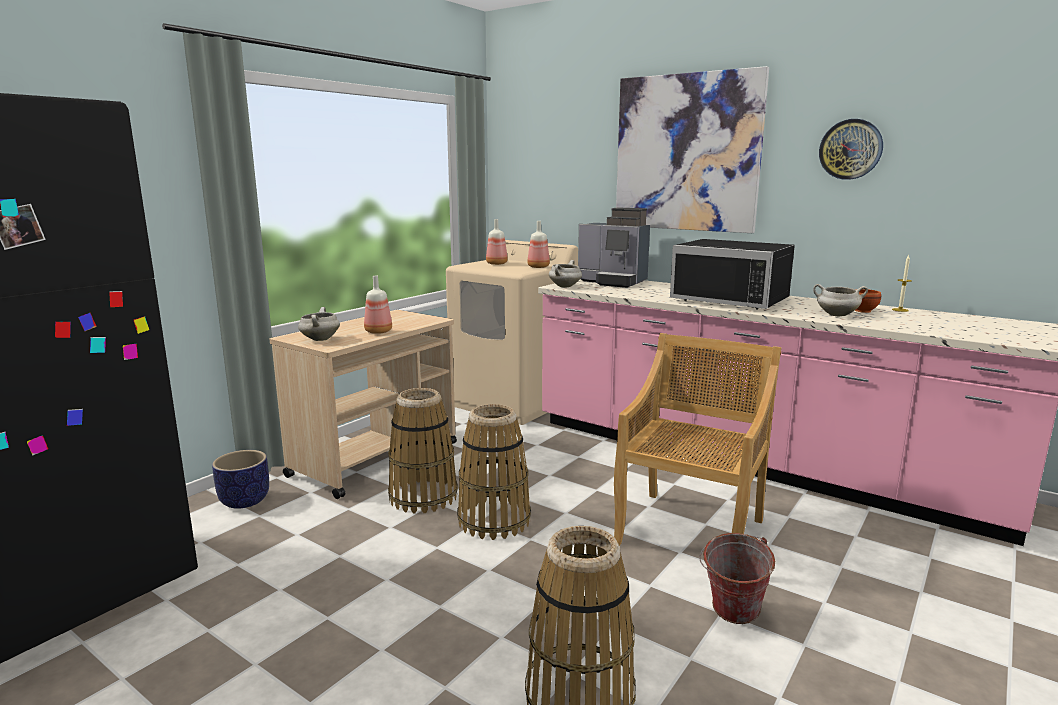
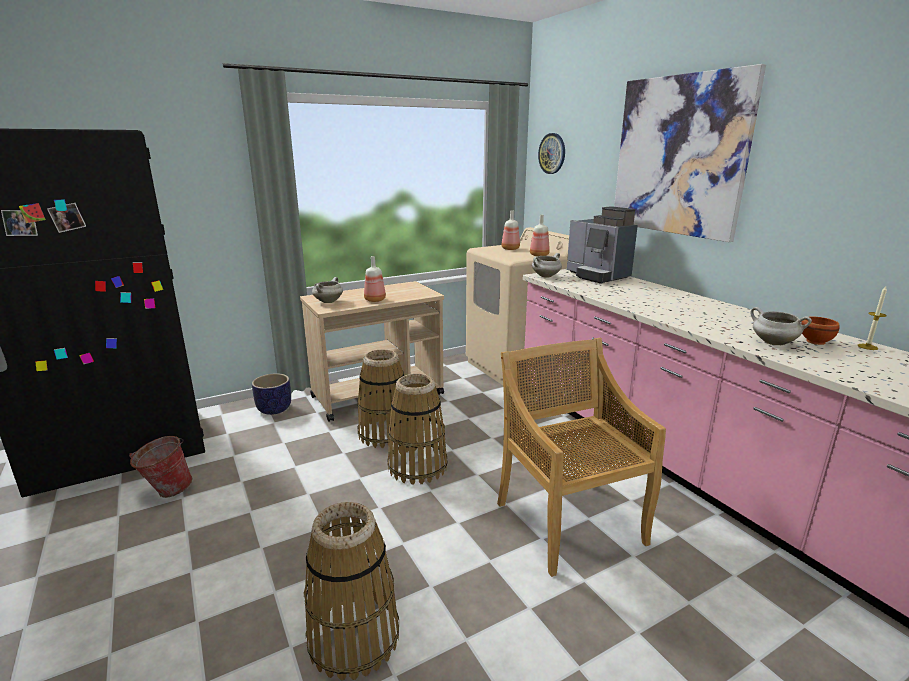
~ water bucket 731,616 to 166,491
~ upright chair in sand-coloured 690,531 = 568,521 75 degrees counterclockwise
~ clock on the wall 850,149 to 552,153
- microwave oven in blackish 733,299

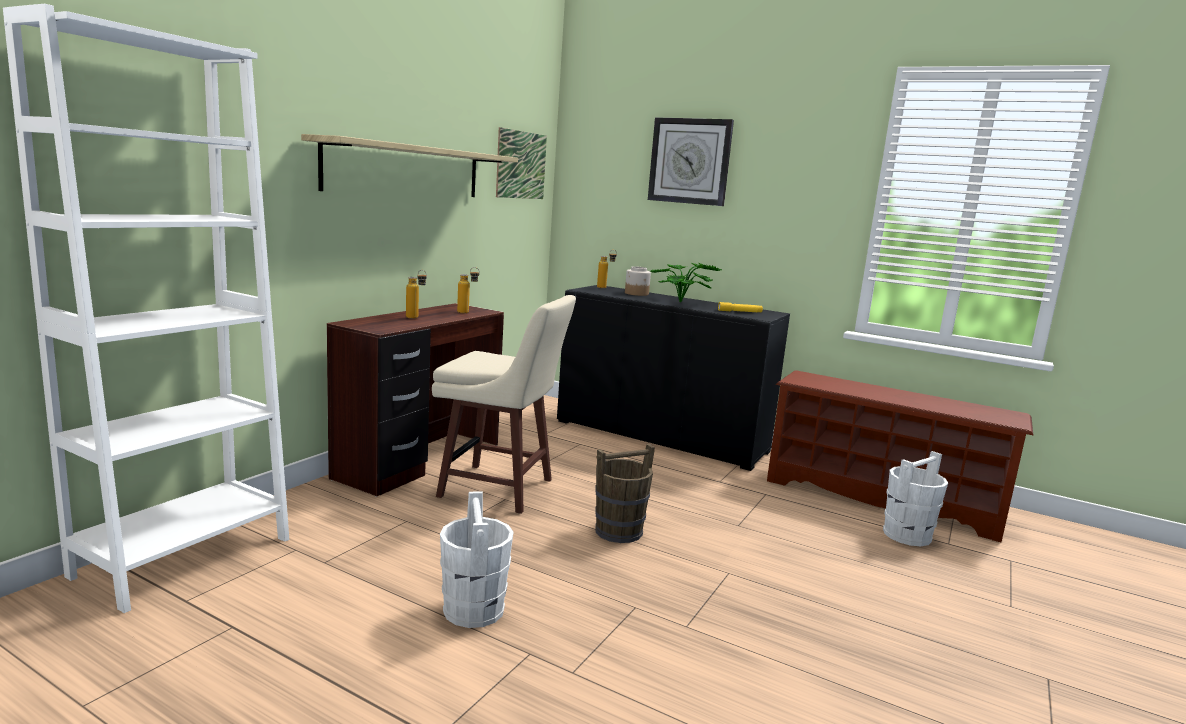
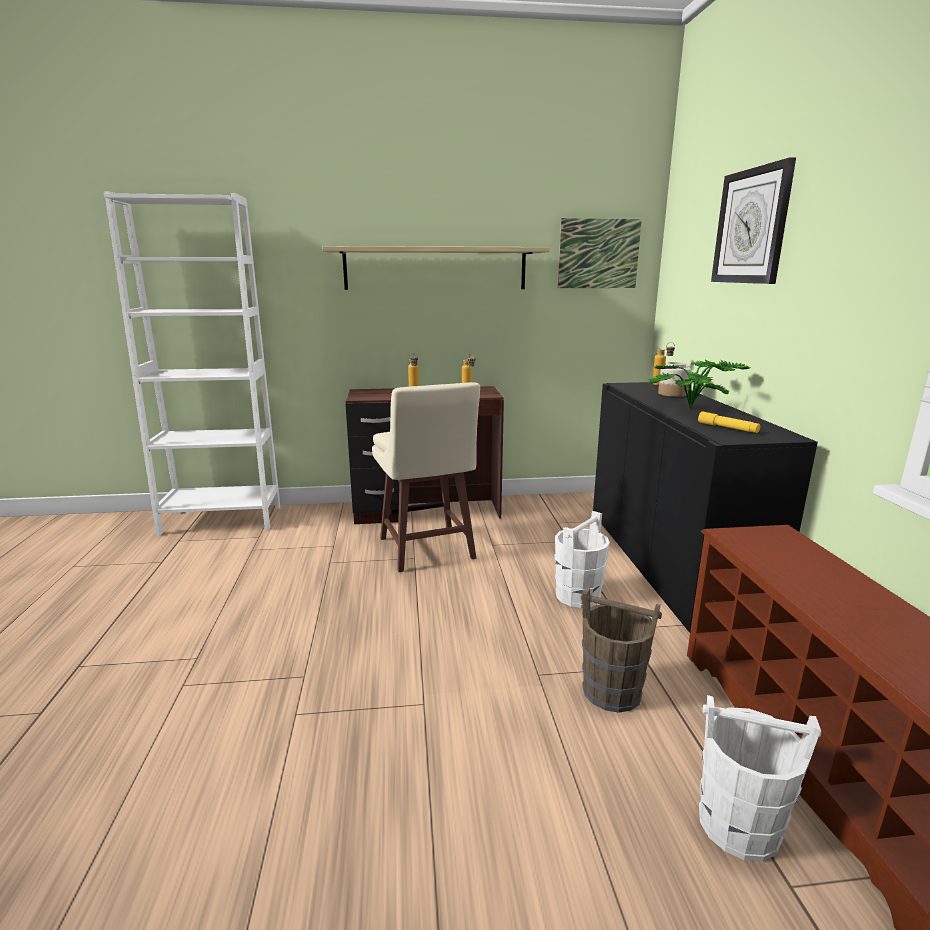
~ water bucket in white-coloured 474,609 to 578,595
~ water bucket in brownish 619,531 to 612,692

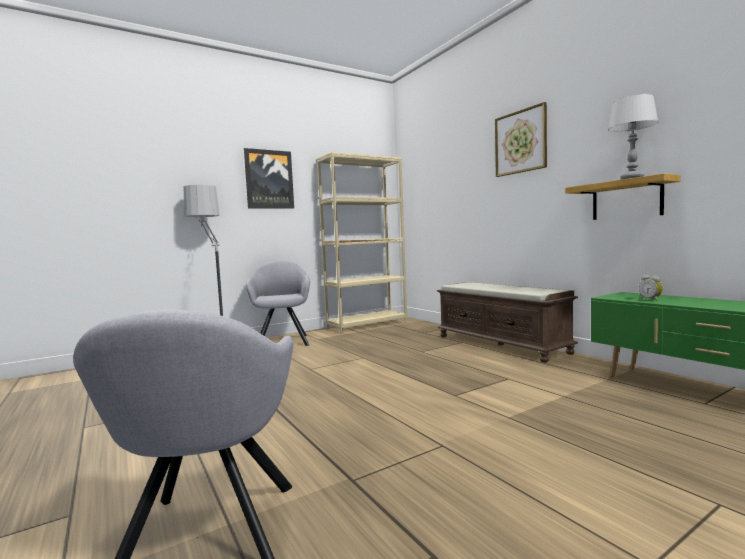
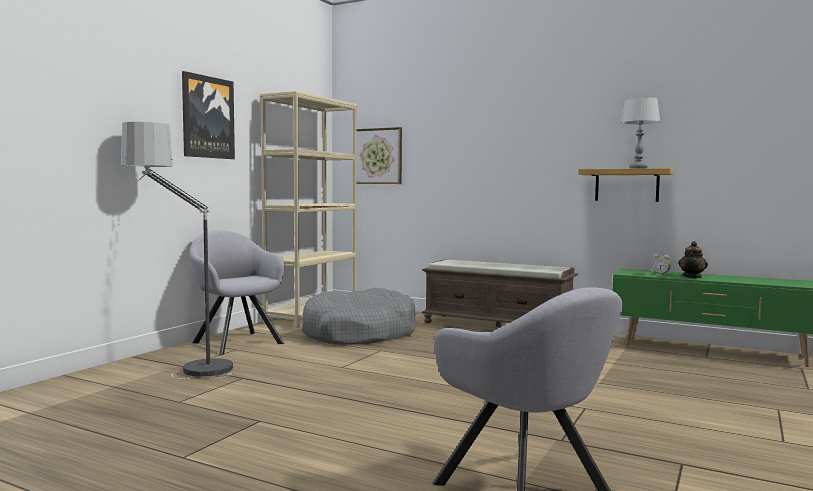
+ dog cushion in grey 359,333
~ picture 520,142 to 377,156
+ teapot 692,277

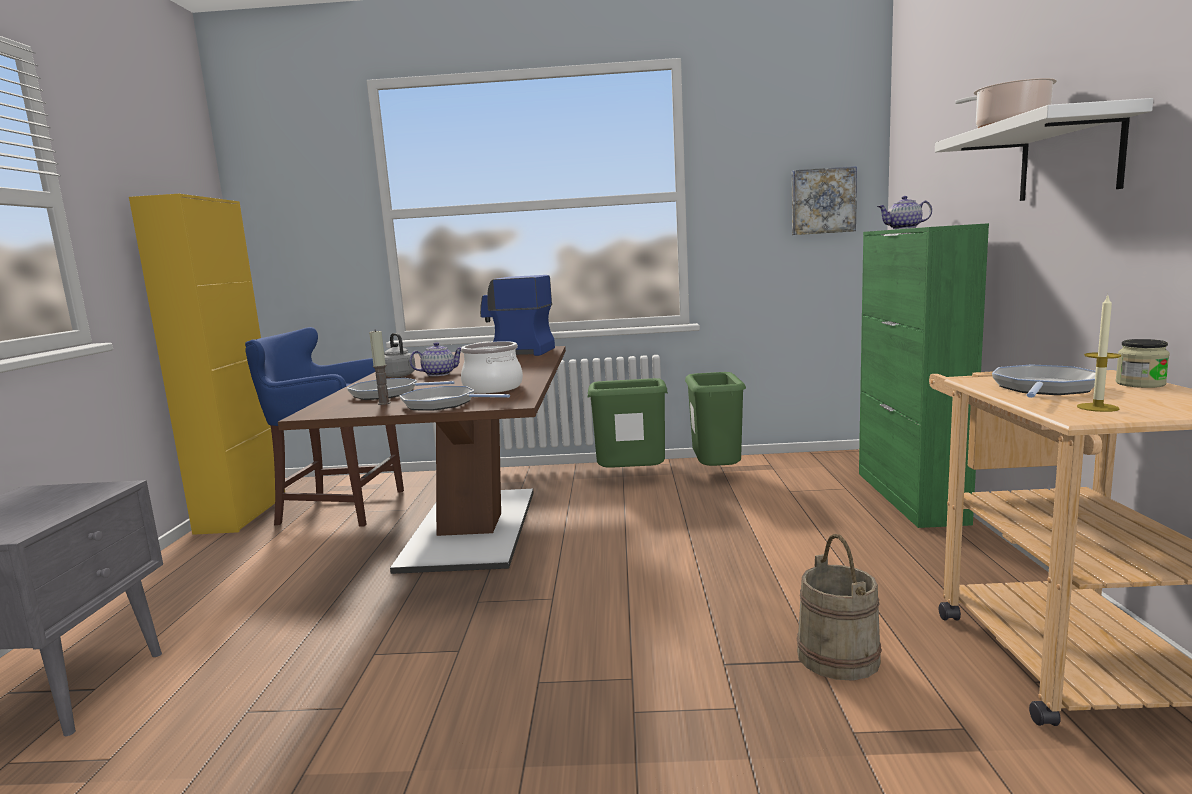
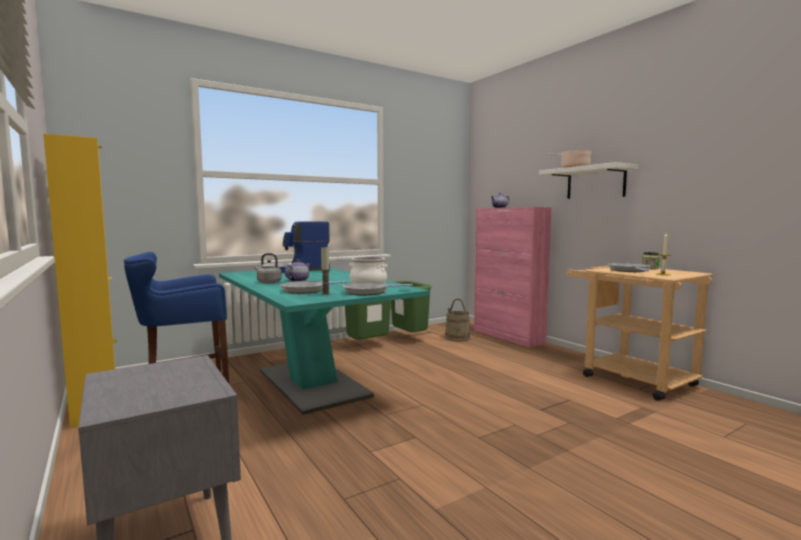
~ kitchen table in brownish 471,528 to kitchen table in turquoise-coloured 312,383
~ water bucket in sand-coloured 838,656 to 457,338
~ cupboard in green 909,497 to cupboard in pink-coloured 508,336
- picture 822,201

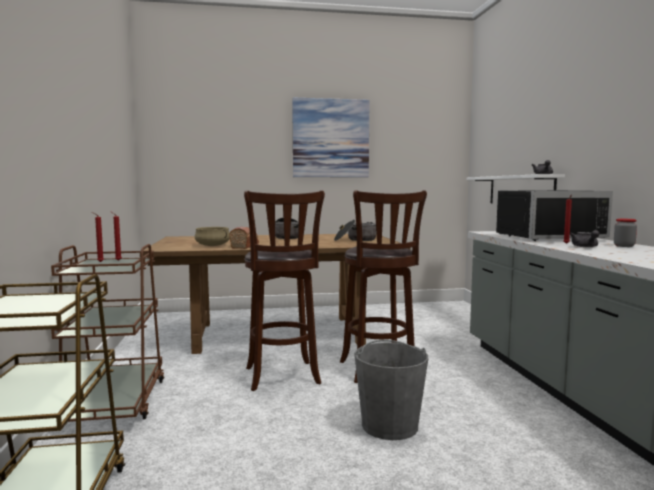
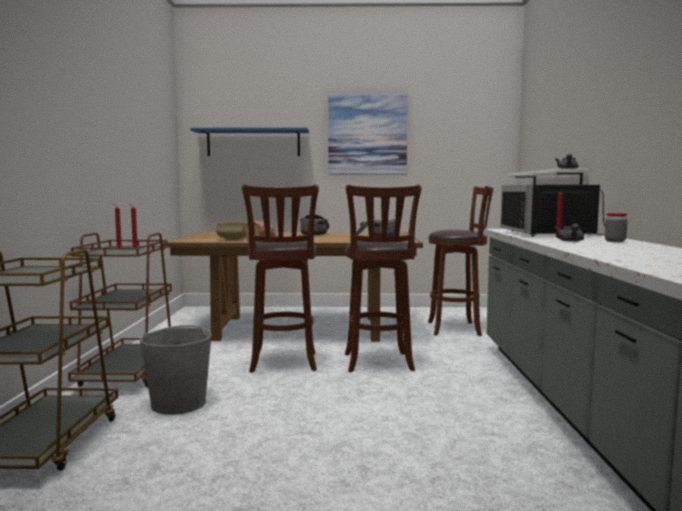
~ water bucket in grey 389,425 to 179,403
+ shelf in bluish 253,143
+ stool in brownish 457,328
~ microwave oven in blackish 545,237 = 552,233 90 degrees clockwise

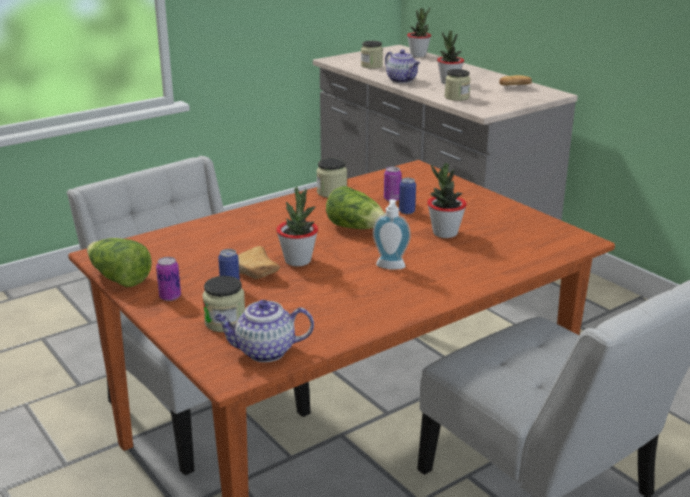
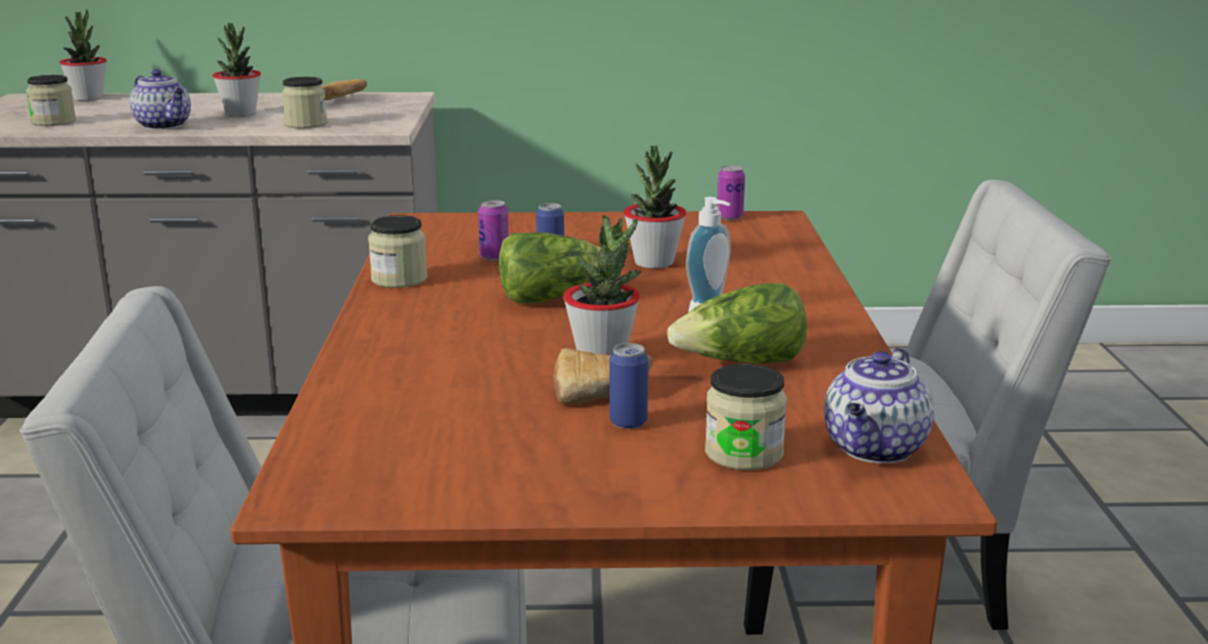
~ teapot 402,80 = 164,126 45 degrees clockwise
~ lettuce head 119,278 to 741,363
~ metal can 170,297 to 729,217

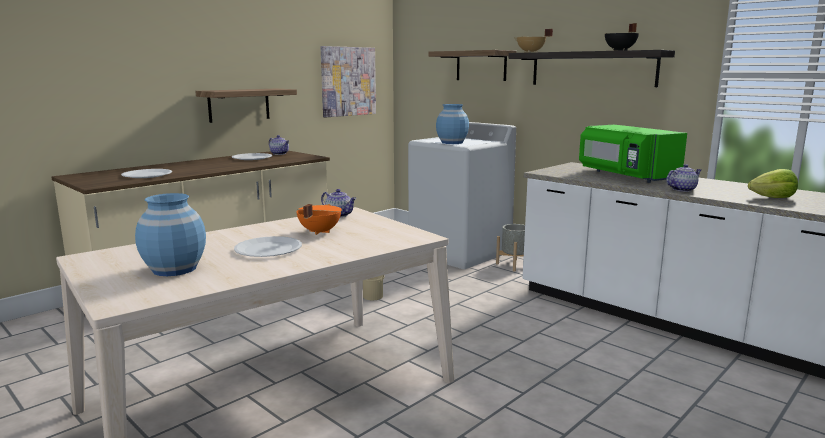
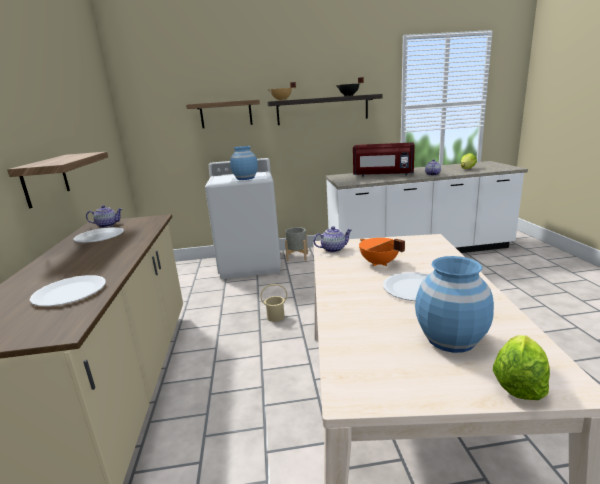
~ microwave oven in green 625,175 to microwave oven in red-coloured 383,175
+ lettuce head 518,383
- picture 348,81

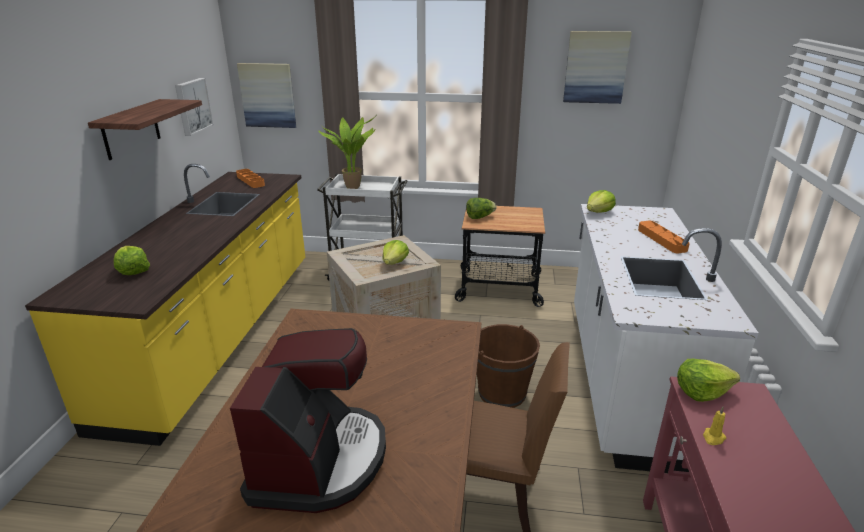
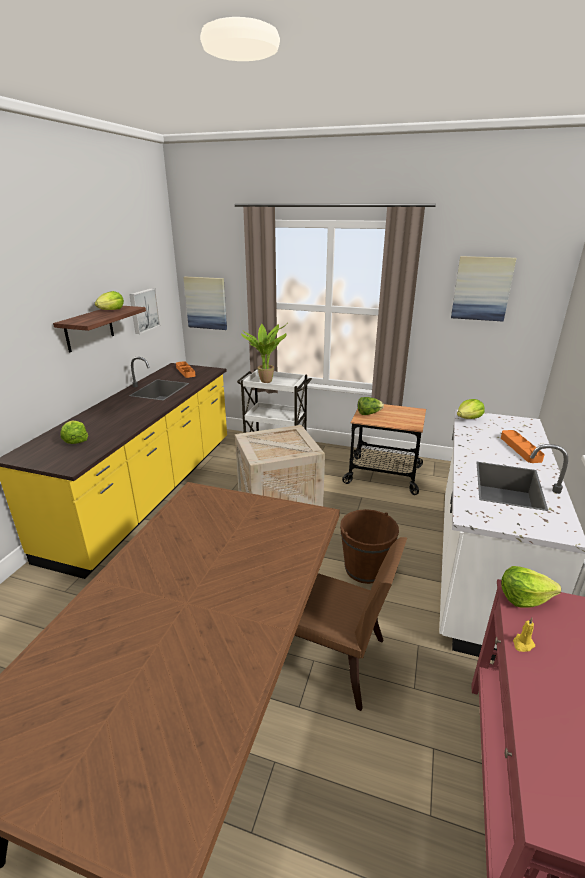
~ lettuce head 394,262 to 111,310
- coffee maker 319,460

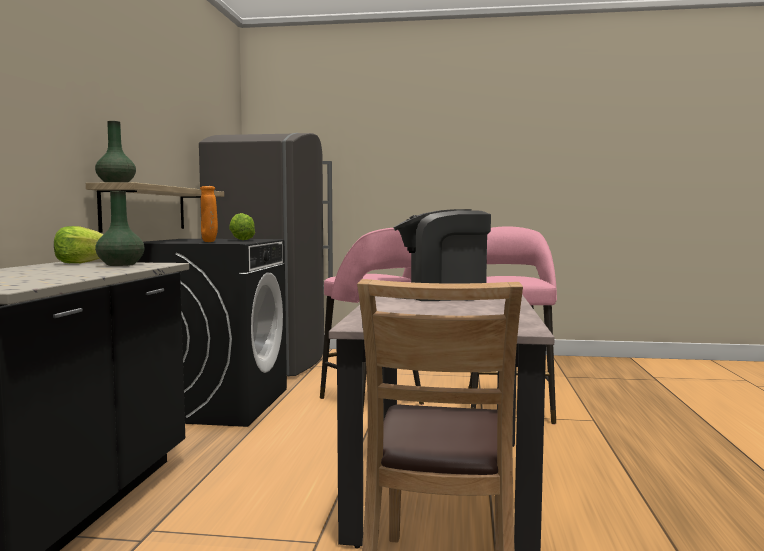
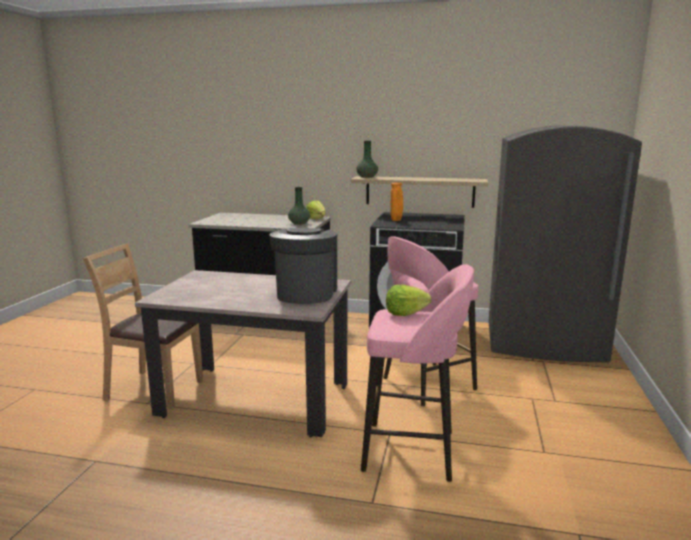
~ lettuce head 241,240 to 405,313

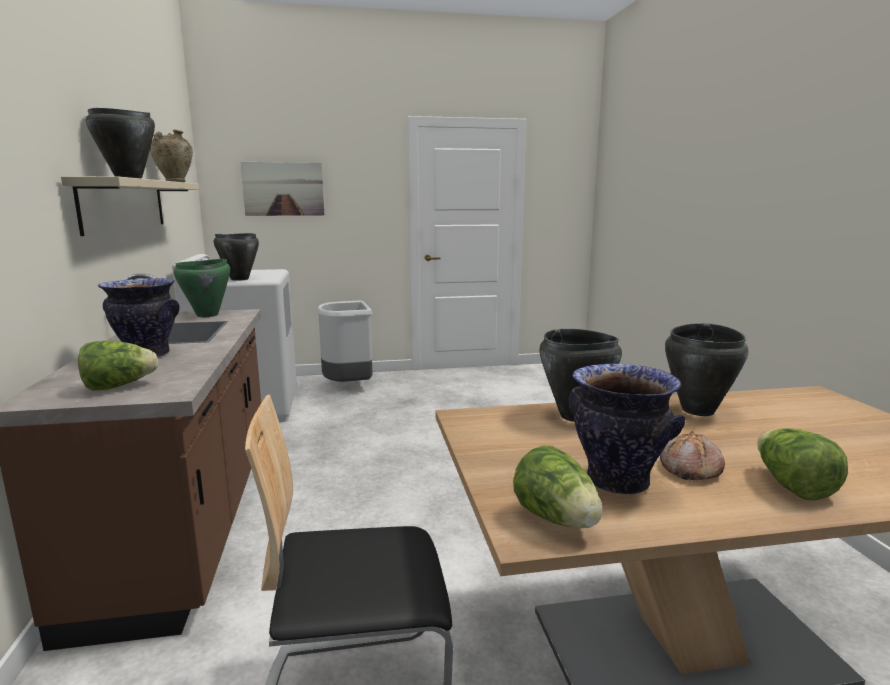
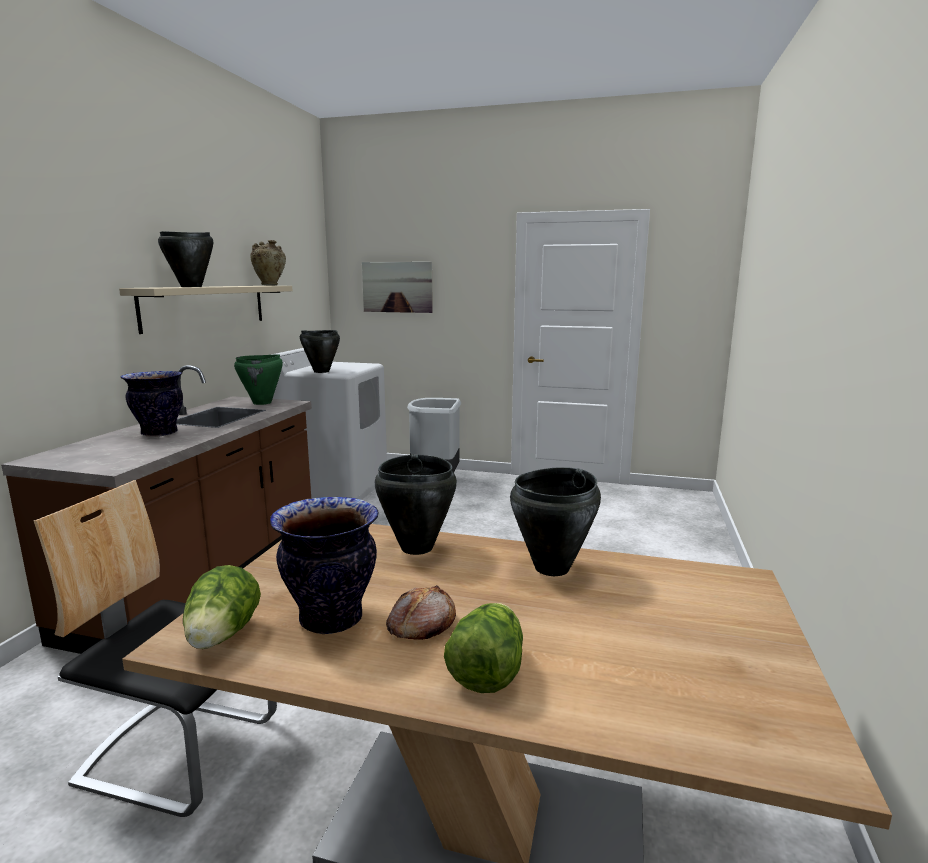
- lettuce head 119,386

